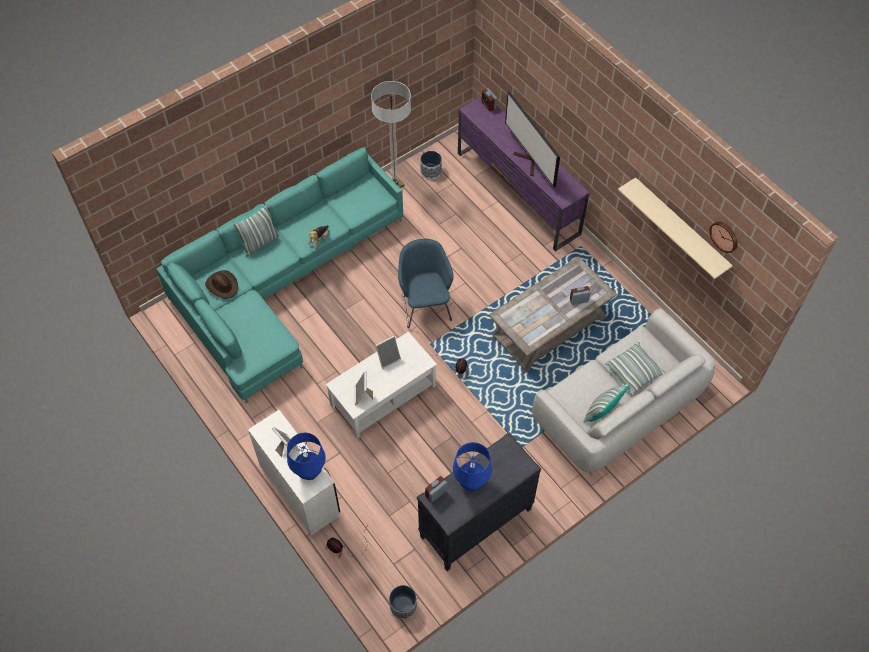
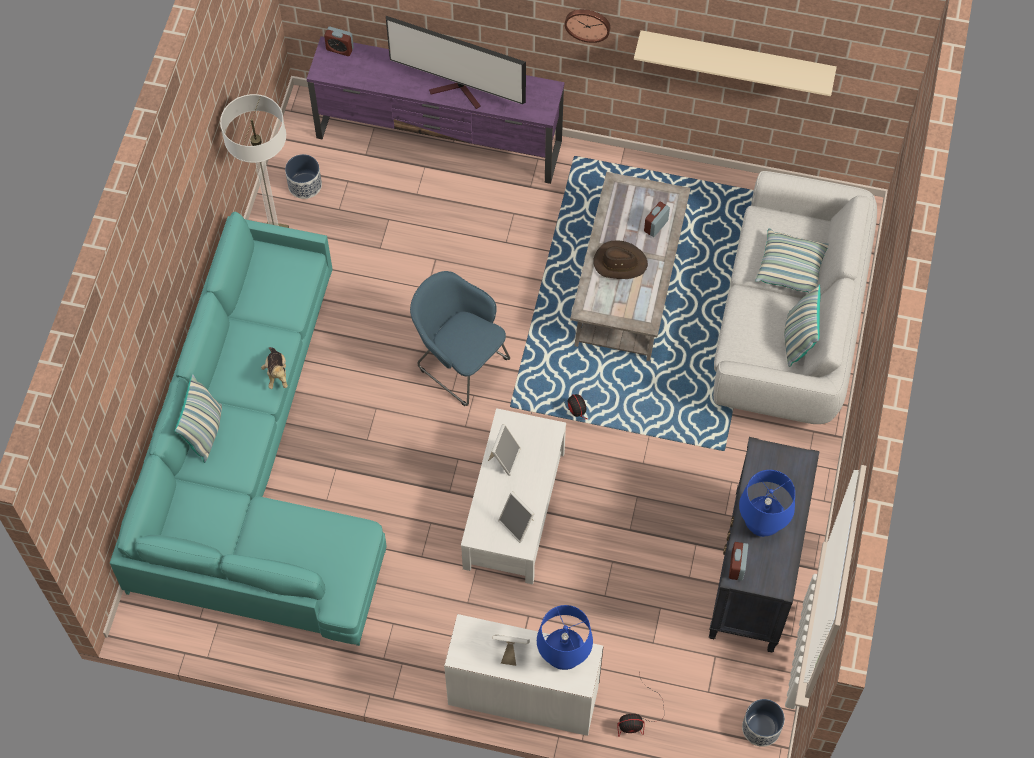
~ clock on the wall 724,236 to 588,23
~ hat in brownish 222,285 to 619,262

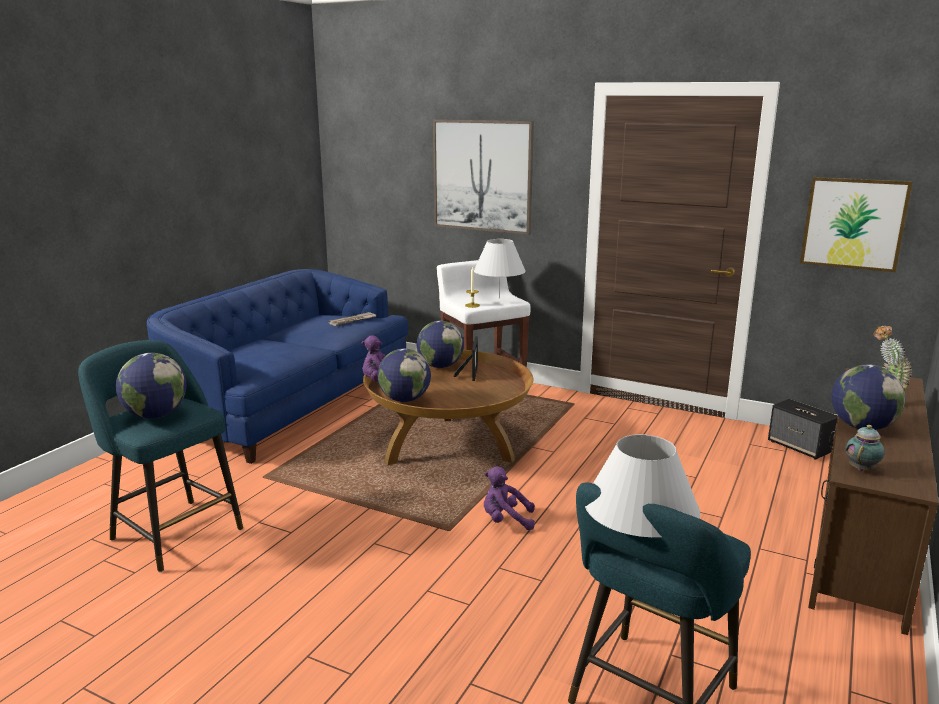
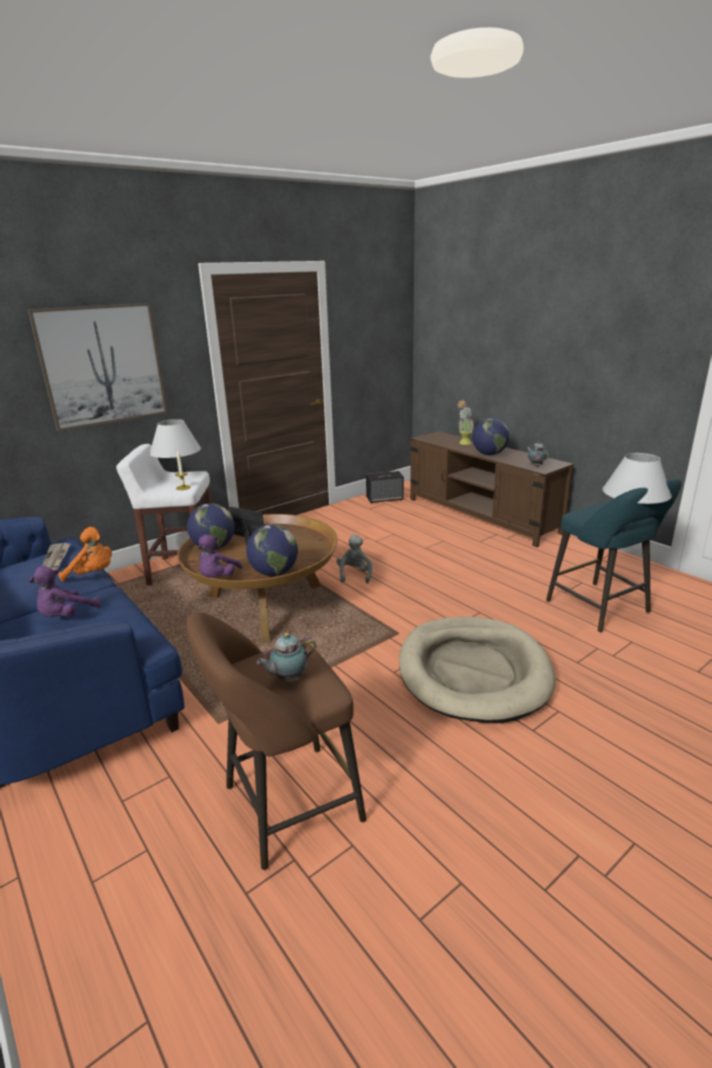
~ cuddly toy in purple 506,520 to 66,616
+ cuddly toy in orange 93,574
~ stool in turquoise-coloured 173,532 to stool in brownish 285,807
~ desk globe 156,415 to teapot 288,679
+ cuddly toy in grey 354,574
+ dog cushion in sand-coloured 473,672
- picture 853,223

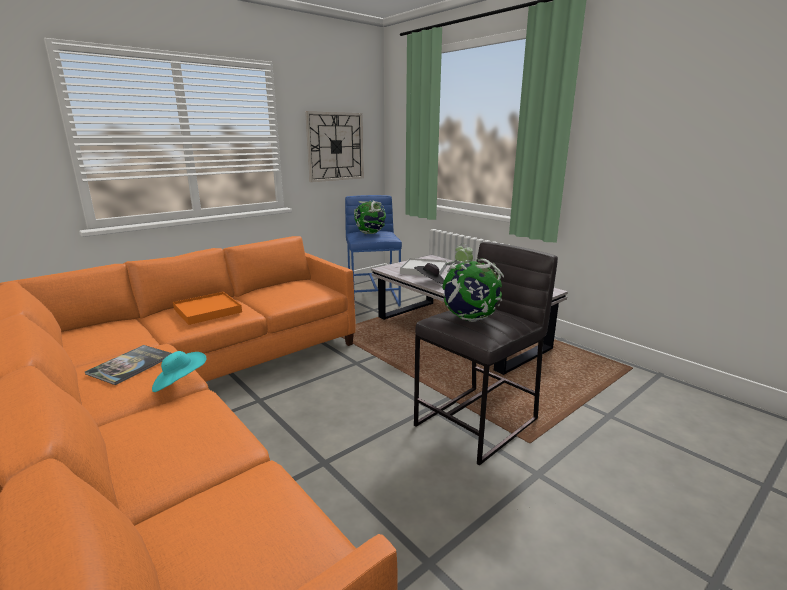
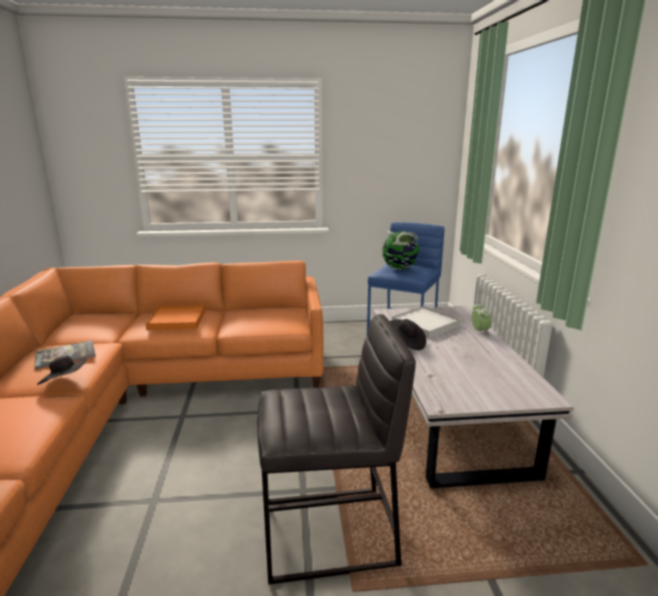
~ hat in turquoise-coloured 180,383 to hat in blackish 66,382
- clock on the wall 335,146
- desk globe 469,318

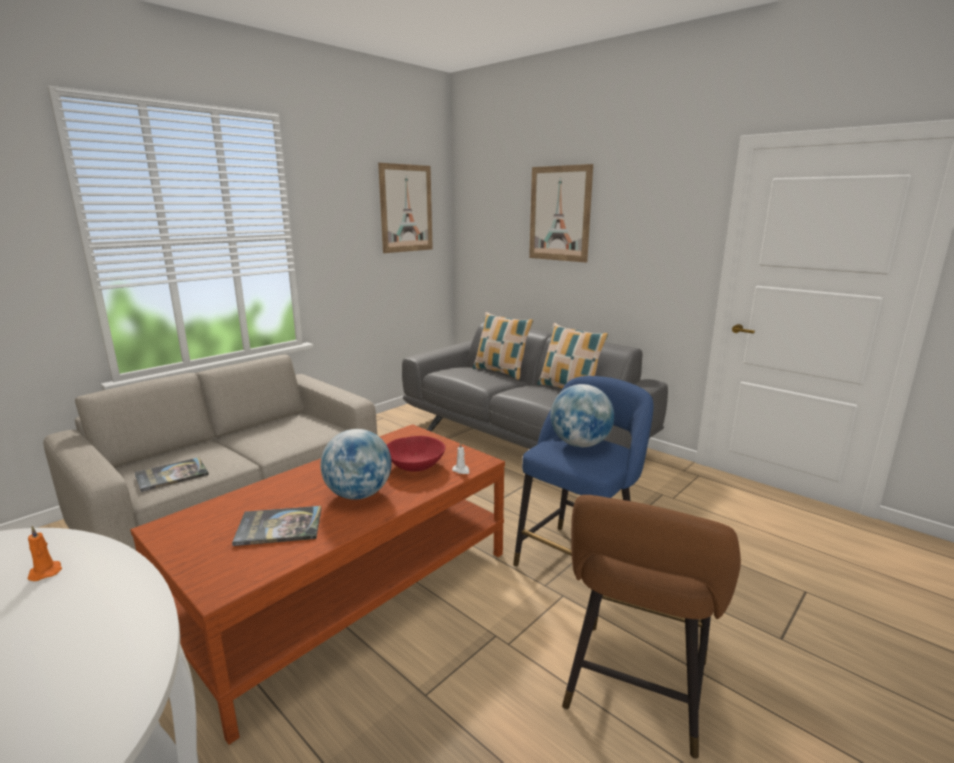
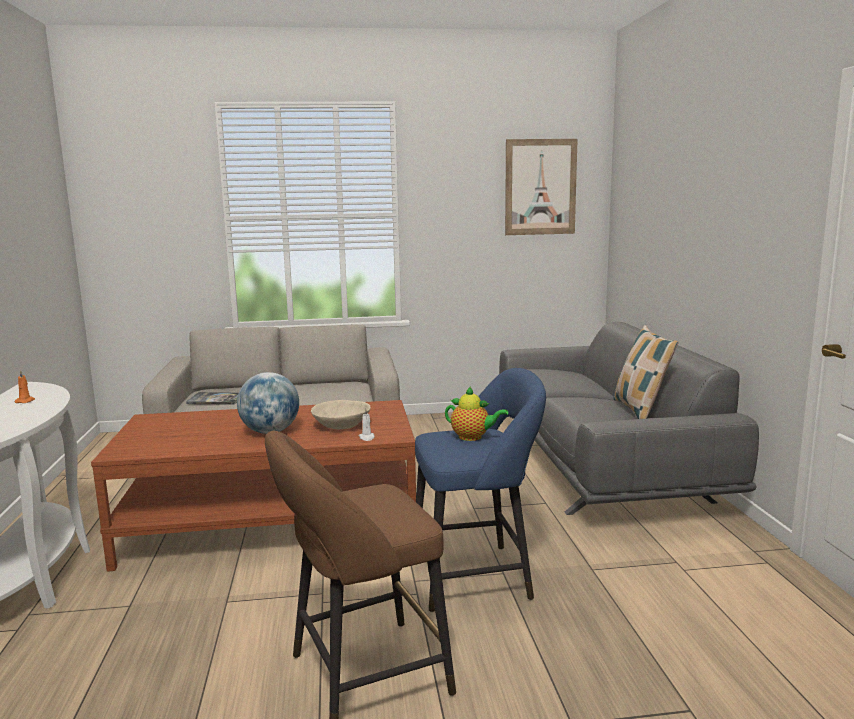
~ serving bowl in red-coloured 415,466 to serving bowl in sand-coloured 341,426
~ desk globe 580,444 to teapot 473,437
- volume 279,526
- cushion 501,372
- picture 559,214

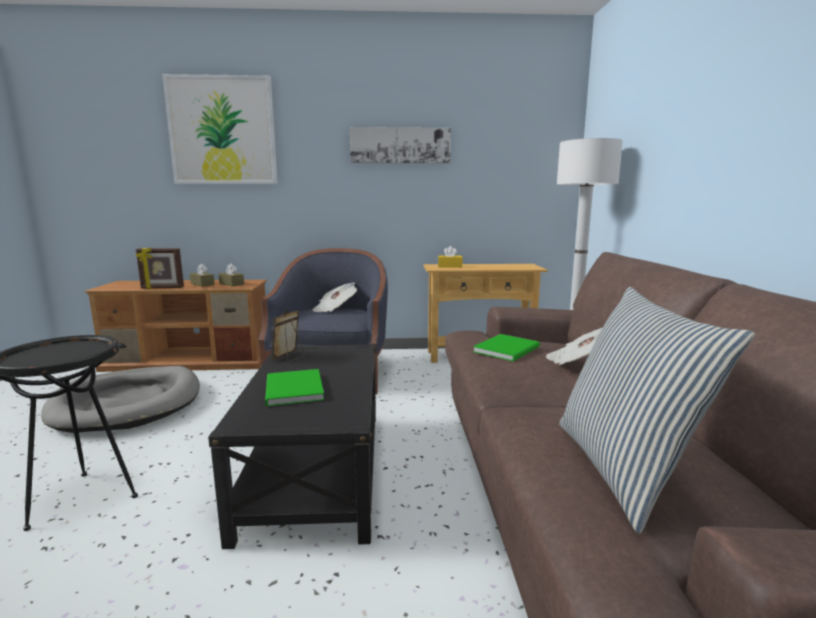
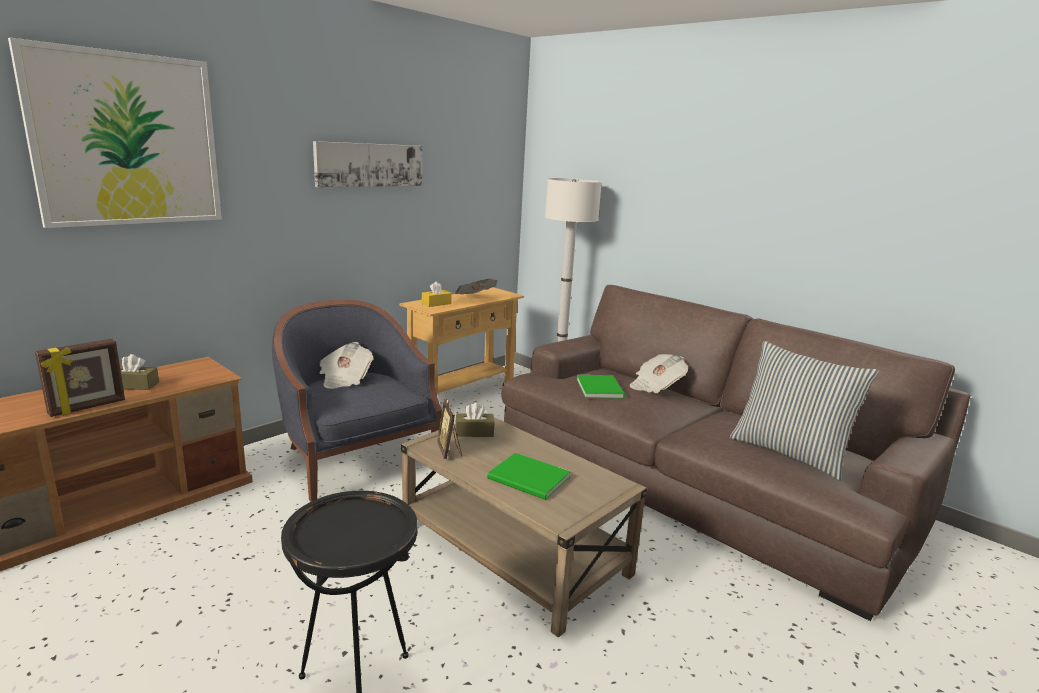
~ low table in blackish 316,470 to low table in sand-coloured 513,550
+ printed paper 475,298
~ box of tissues in brownish 231,284 to 474,432
- dog cushion in grey 128,403

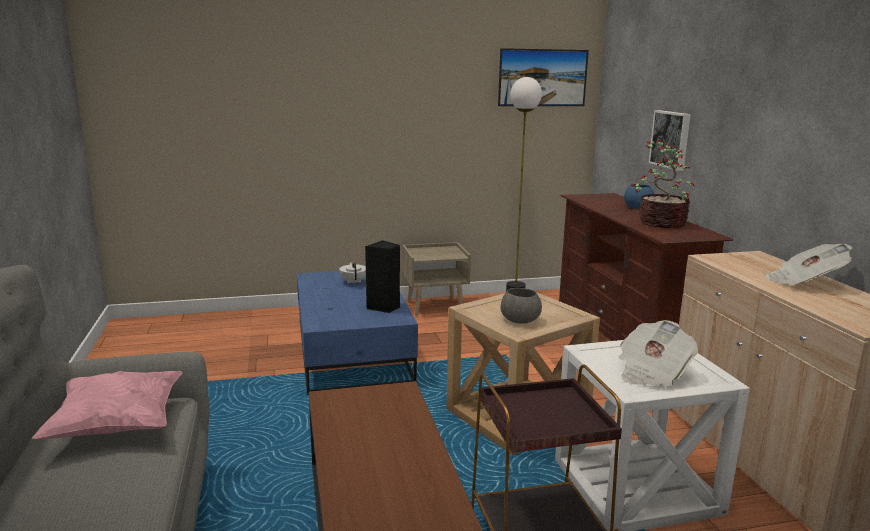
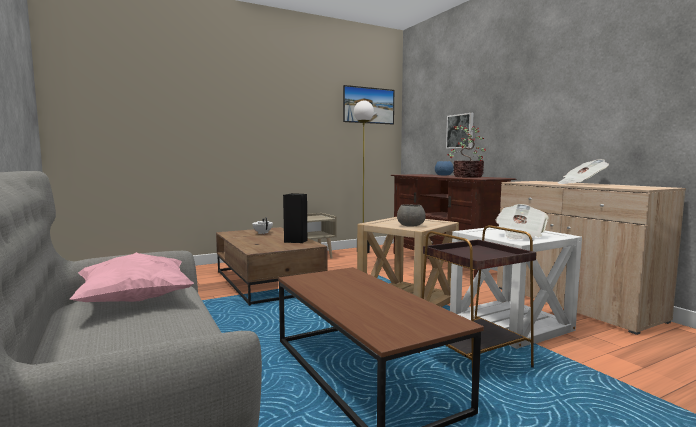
~ low table in bluish 351,351 to low table in brownish 267,282

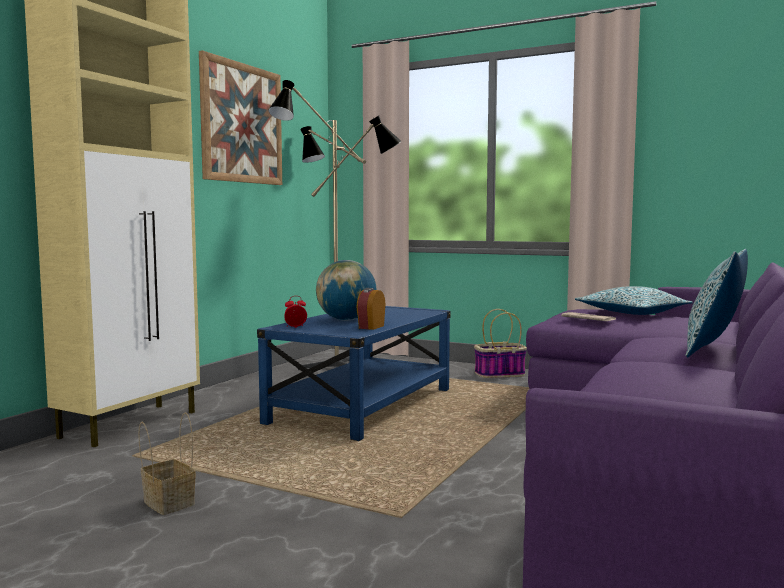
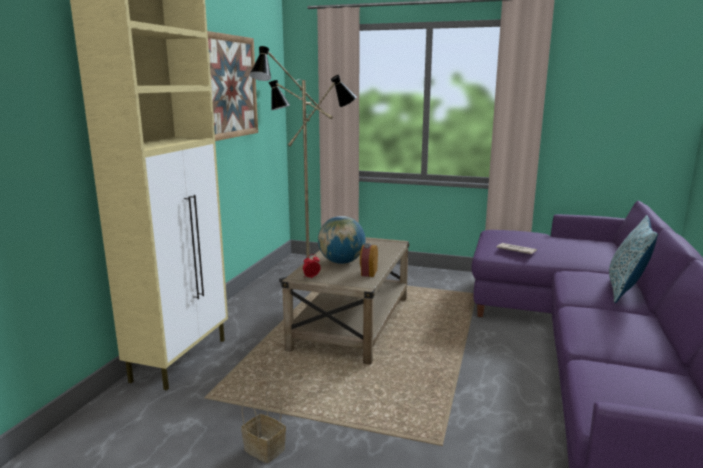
~ low table in bluish 363,406 to low table in sand-coloured 352,322
- household basket 499,374
- cushion 631,313

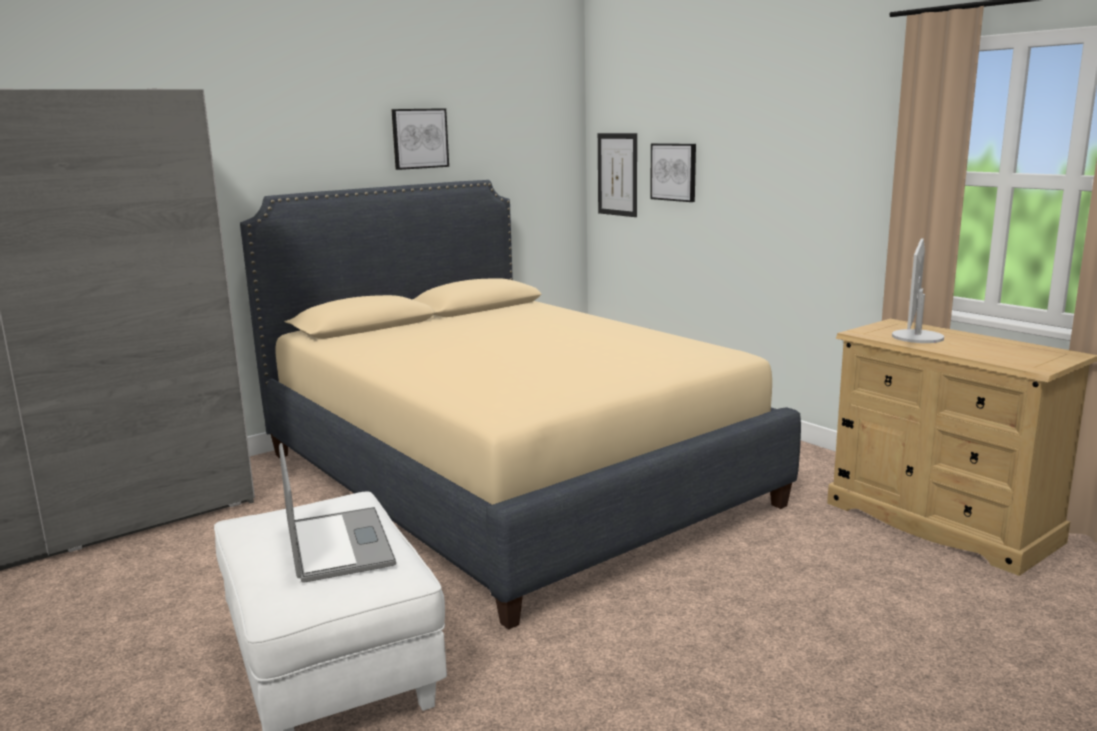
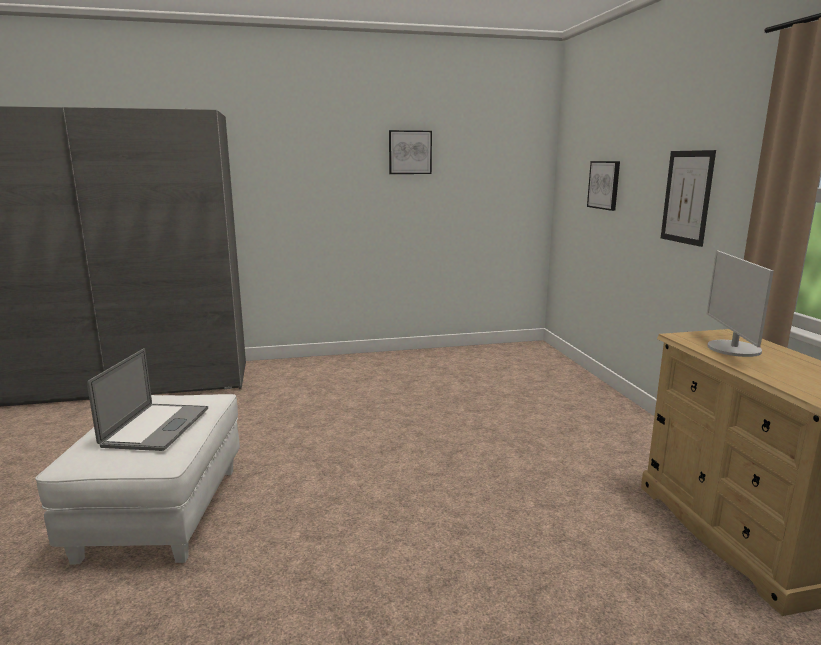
~ picture 617,174 to 687,197
~ computer screen 916,337 = 733,349 45 degrees counterclockwise
- sleeping bed in sand-coloured 508,477

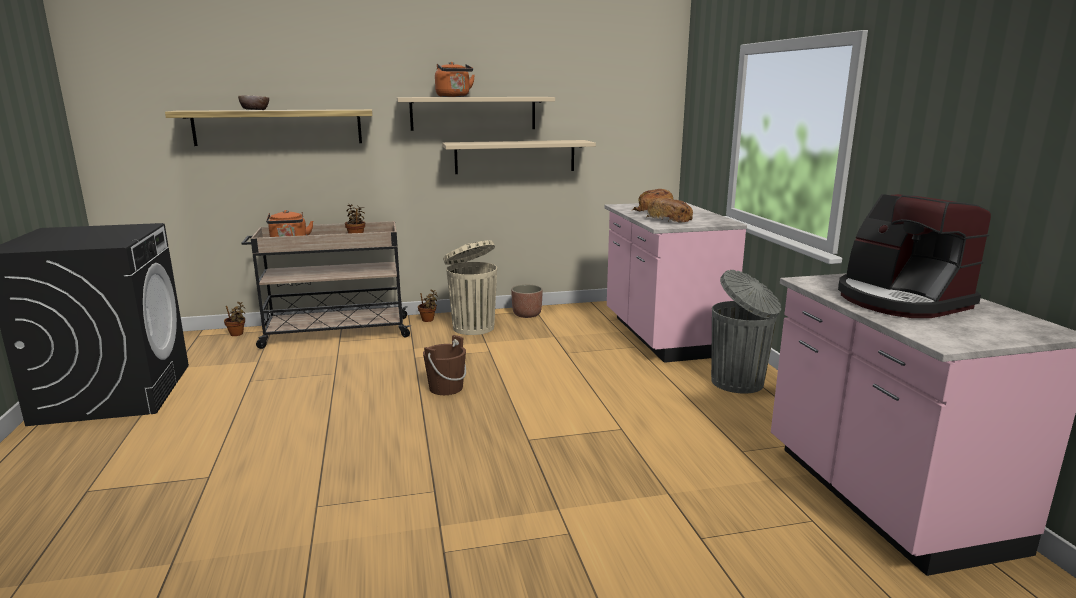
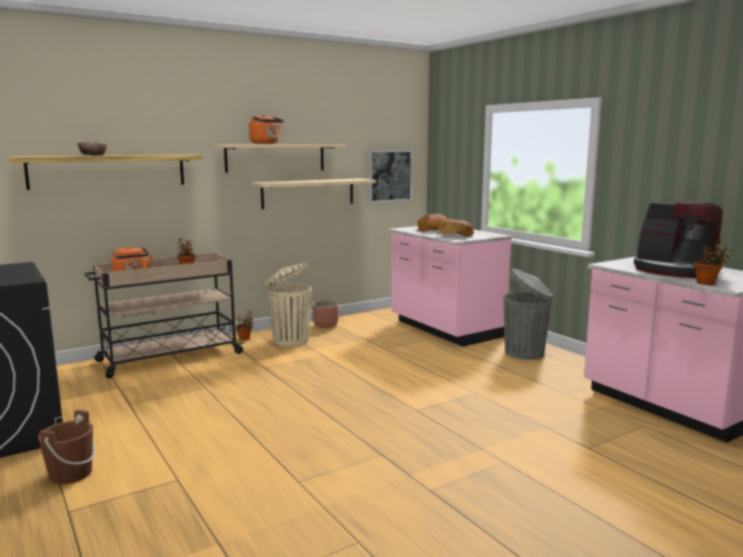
~ water bucket in brownish 446,388 to 70,473
+ picture 389,175
~ plant in a pot 237,334 to 707,283

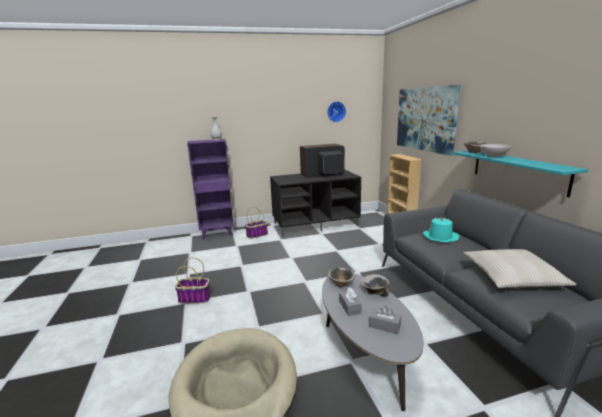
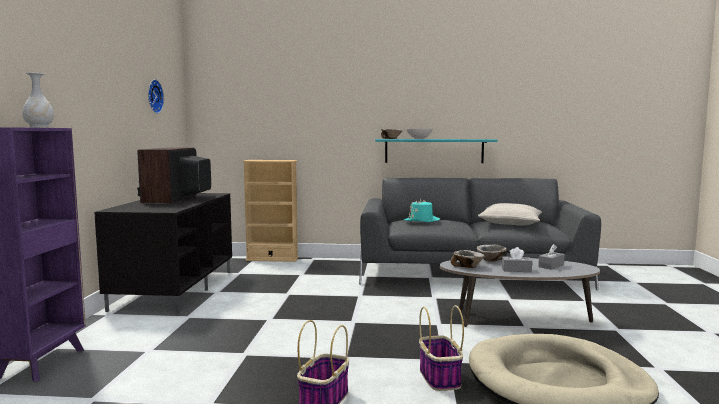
~ household basket 257,235 to 439,377
- picture 425,119

